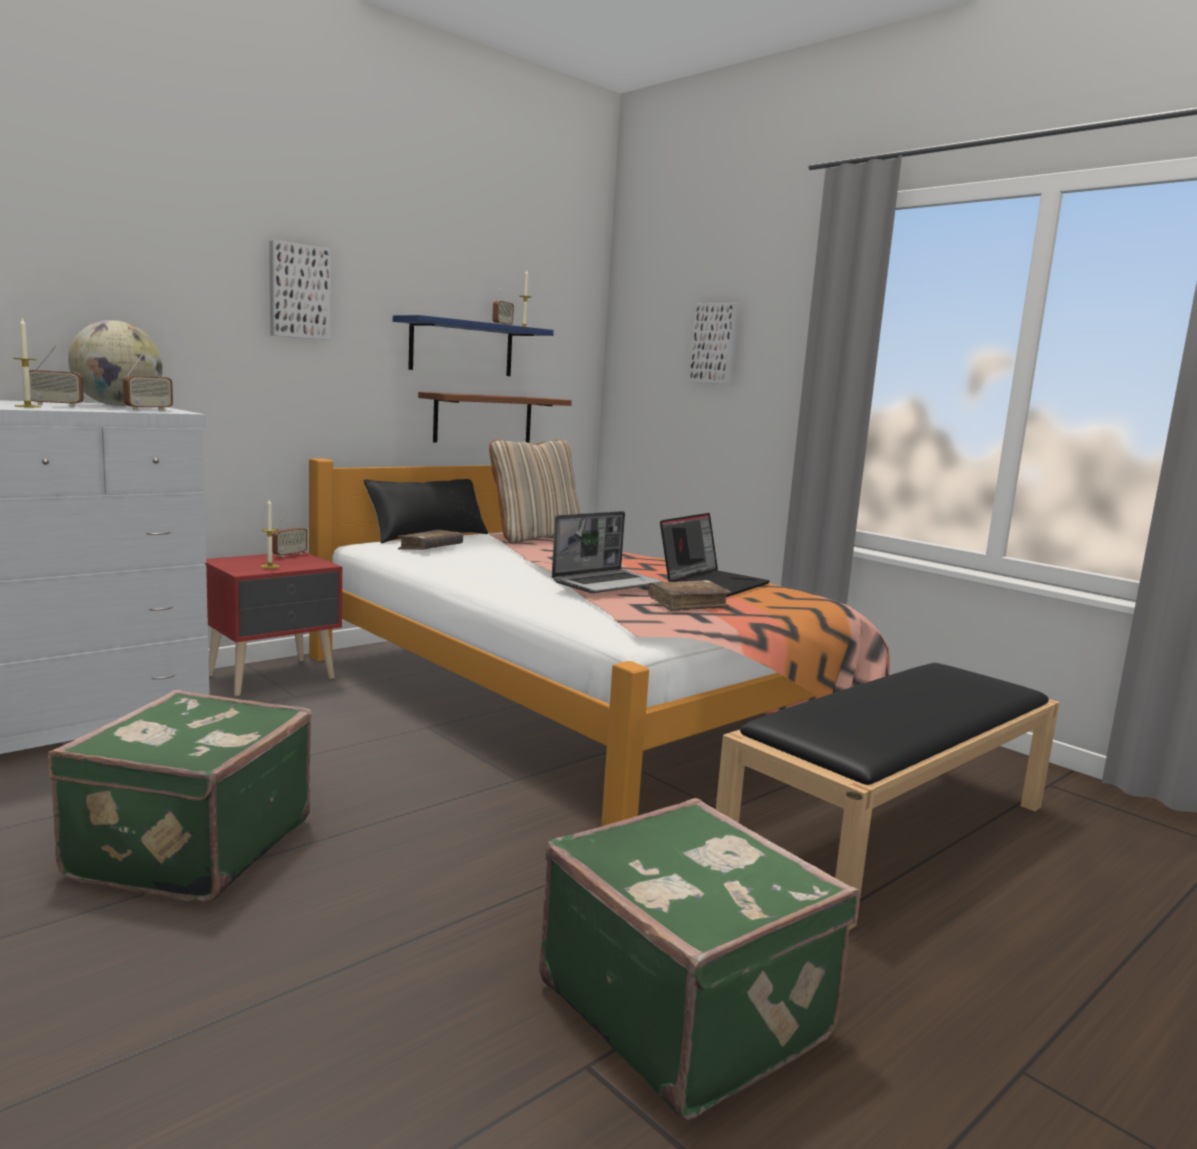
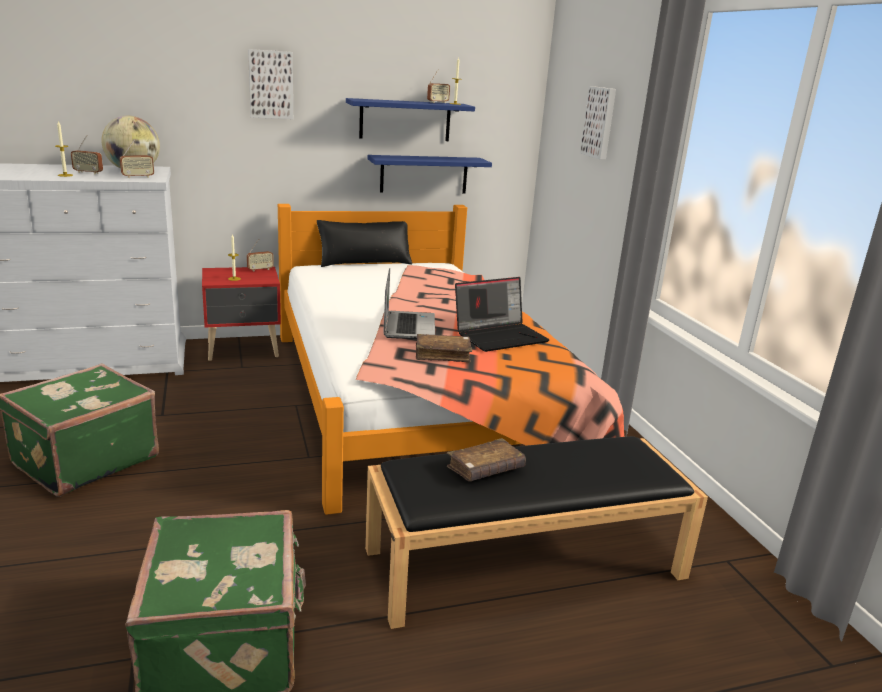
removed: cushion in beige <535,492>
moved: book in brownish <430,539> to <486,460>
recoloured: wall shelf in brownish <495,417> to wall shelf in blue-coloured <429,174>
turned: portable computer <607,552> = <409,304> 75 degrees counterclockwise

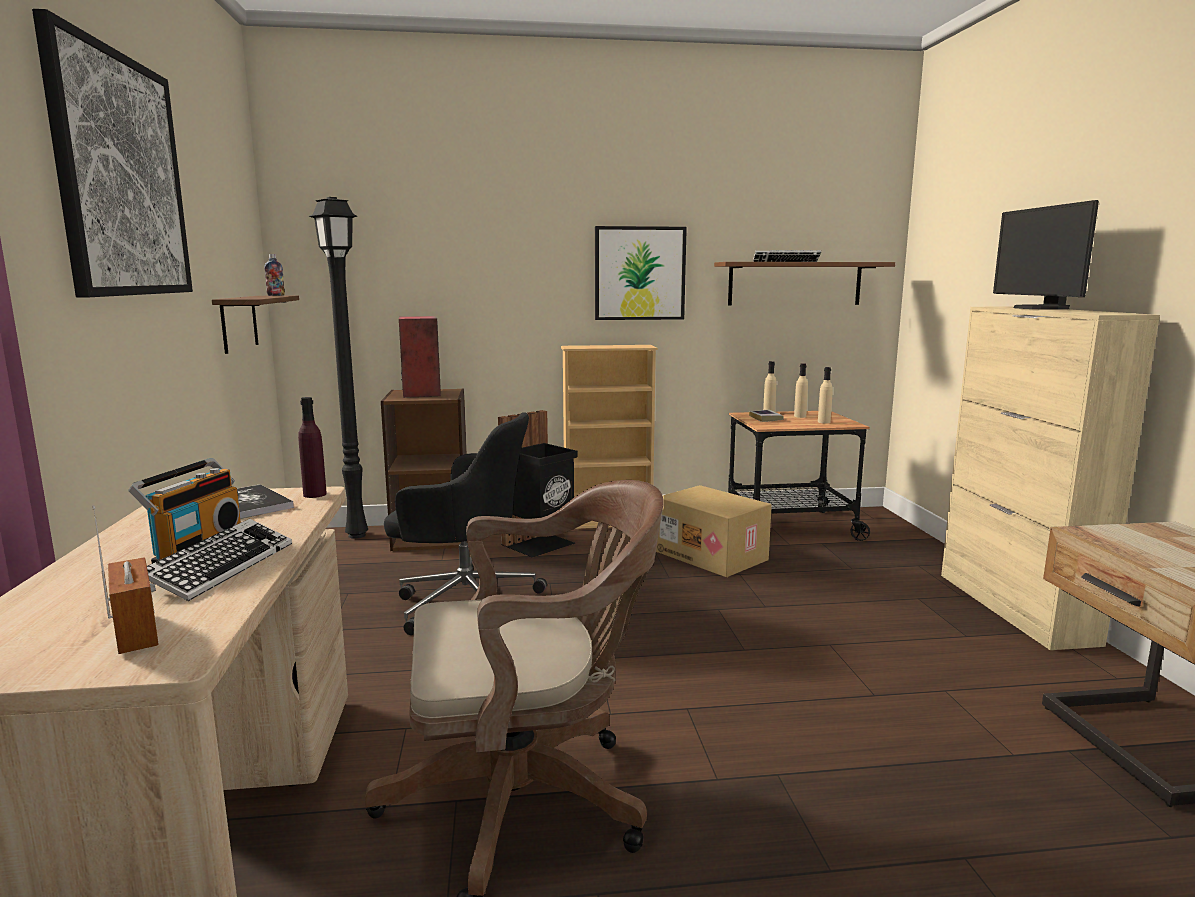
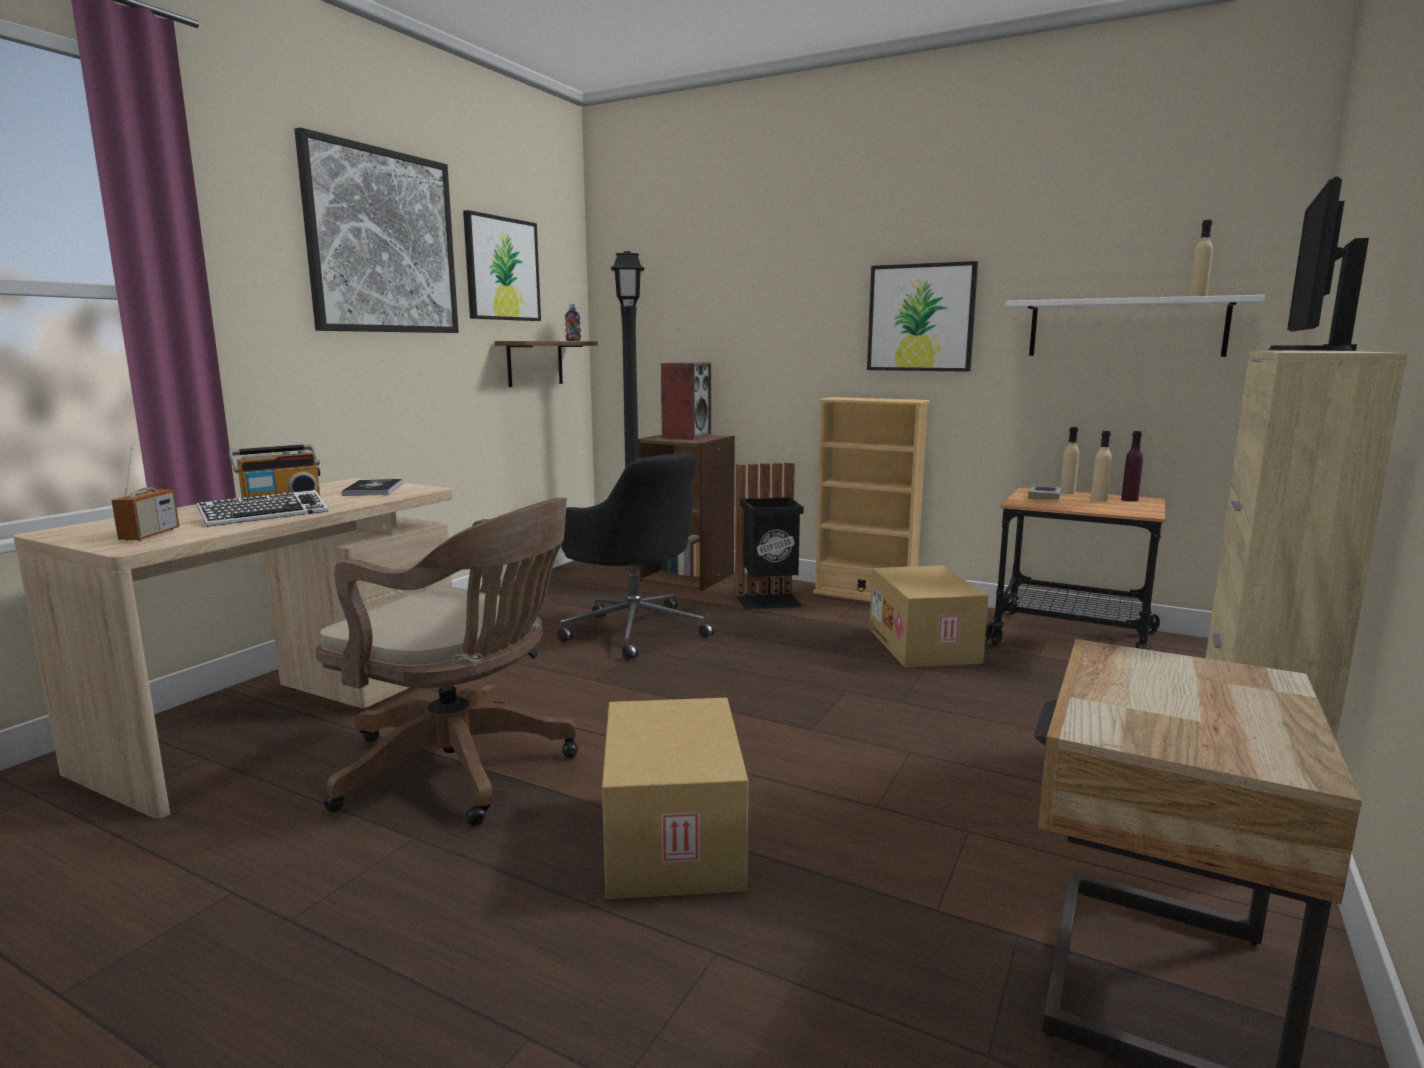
removed: keyboard <787,256>
added: wall art <502,265>; packing box <675,798>
moved: beverage bottle in purplish <312,447> to <1132,466>; beverage bottle in beige <825,395> to <1201,258>
recoloured: wall shelf in brownish <804,283> to wall shelf in whitish <1135,326>

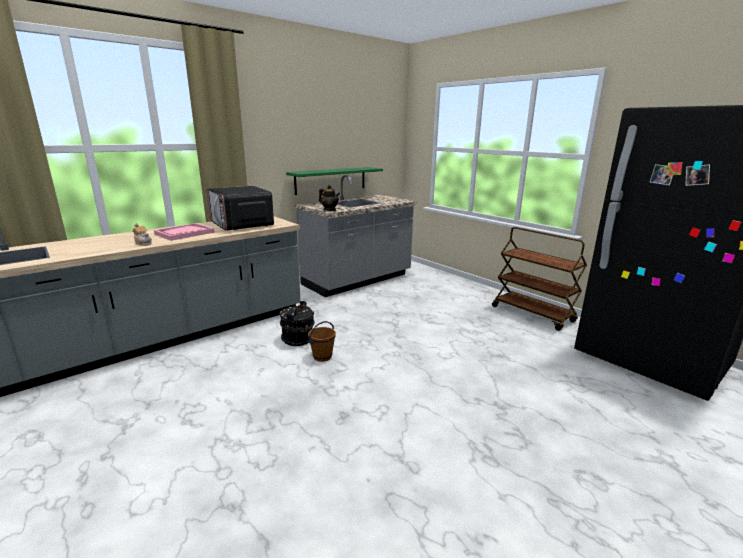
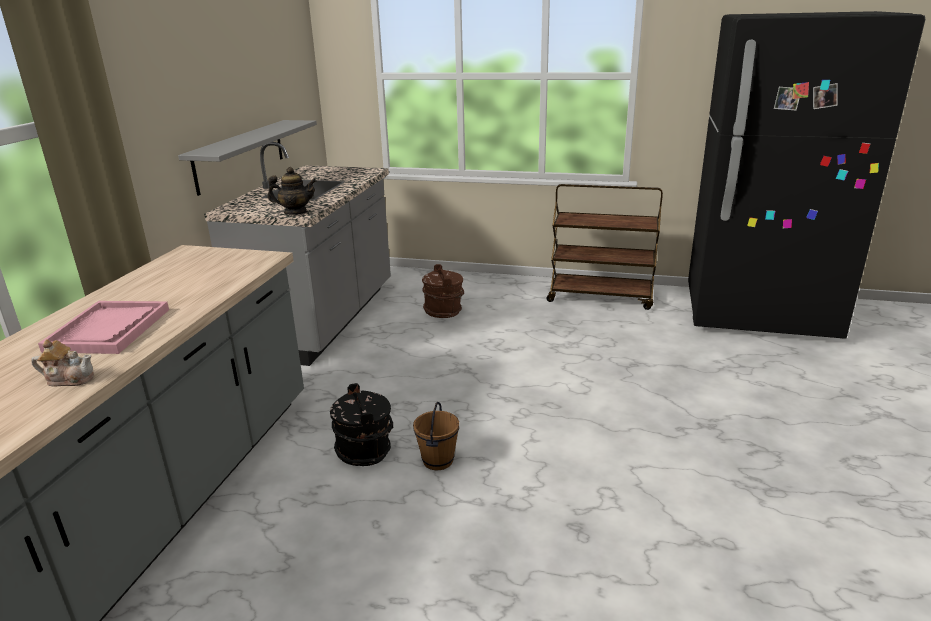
removed: kitchen microwave <240,208>
added: pail in brownish <443,291>
recoloured: wall shelf in green <334,181> to wall shelf in grey <247,158>

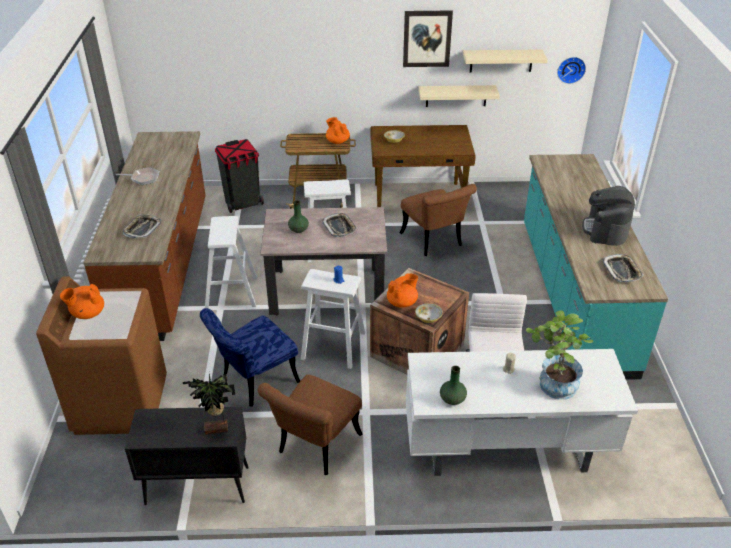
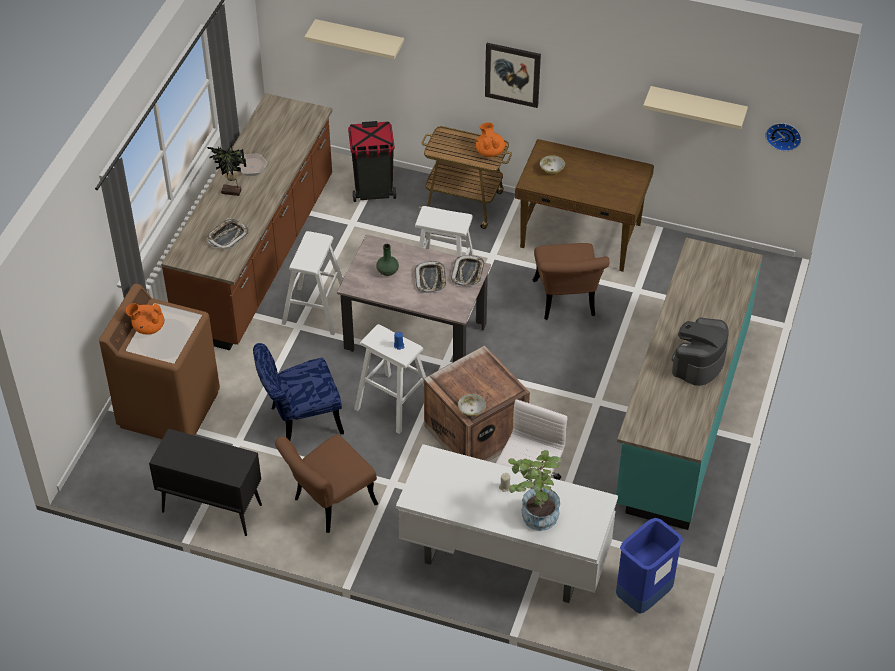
removed: tea pot in orange-coloured <402,290>; flower vase in green <453,385>
added: trash can in blue-coloured <649,566>
moved: plant in a pot <209,404> to <226,170>; wall shelf in beige <459,96> to <354,39>; tray <622,268> to <468,270>; wall art <428,38> to <513,75>

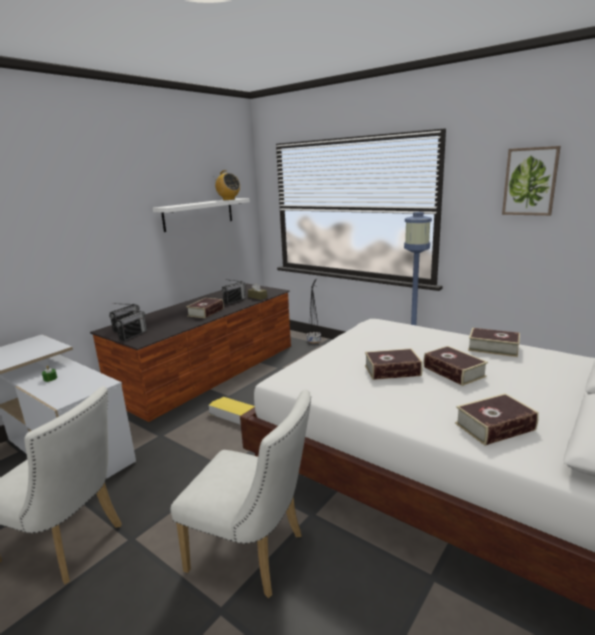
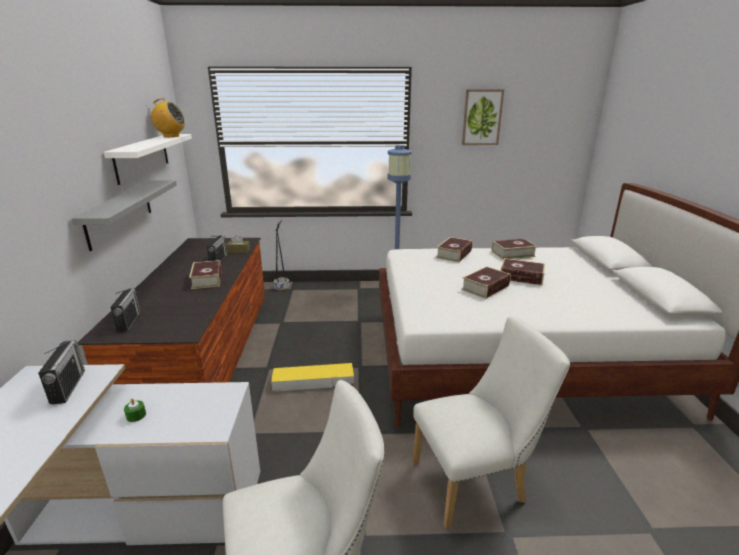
added: wall shelf in grey <124,215>
moved: radio <131,326> to <61,372>; book <497,419> to <454,249>

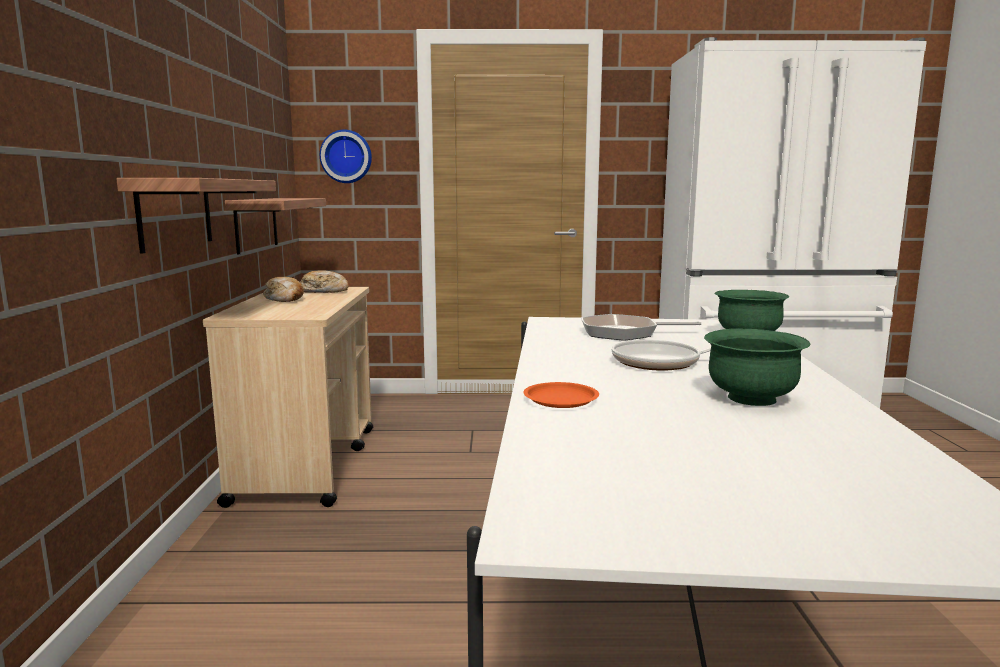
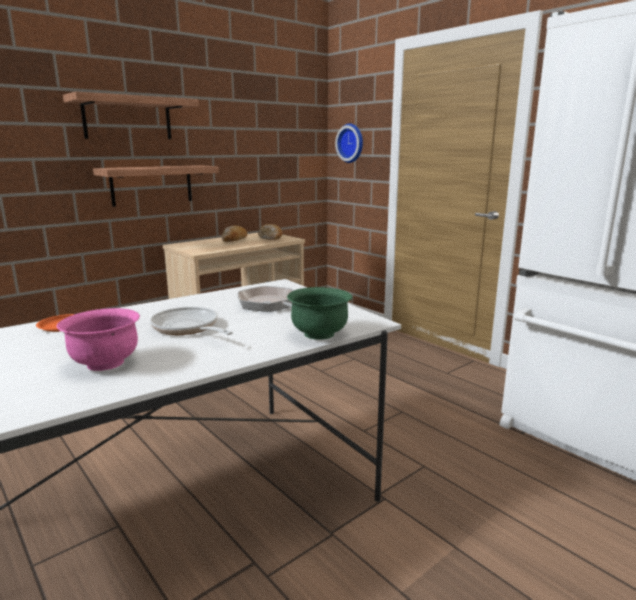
moved: wall shelf <275,226> to <131,115>
recoloured: bowl in green <757,367> to bowl in pinkish <98,339>

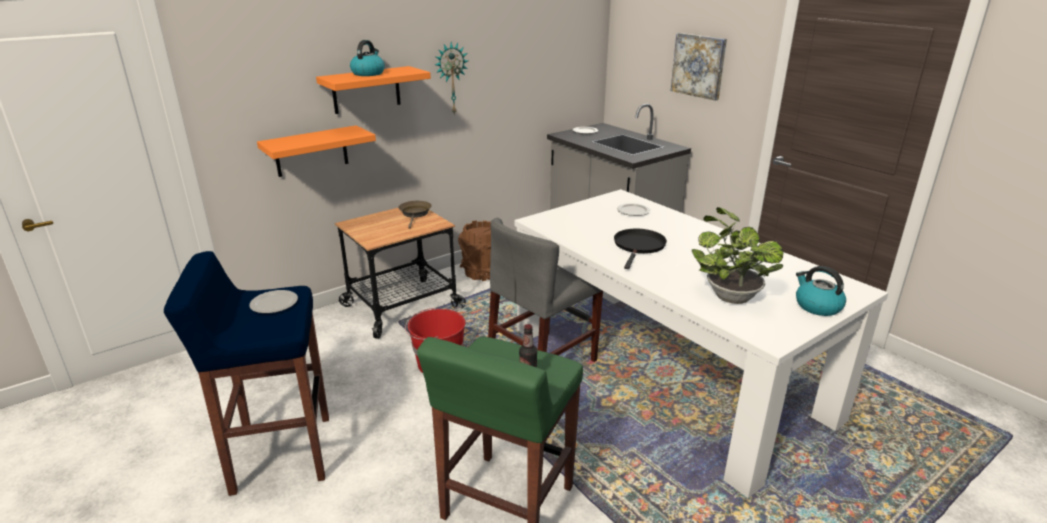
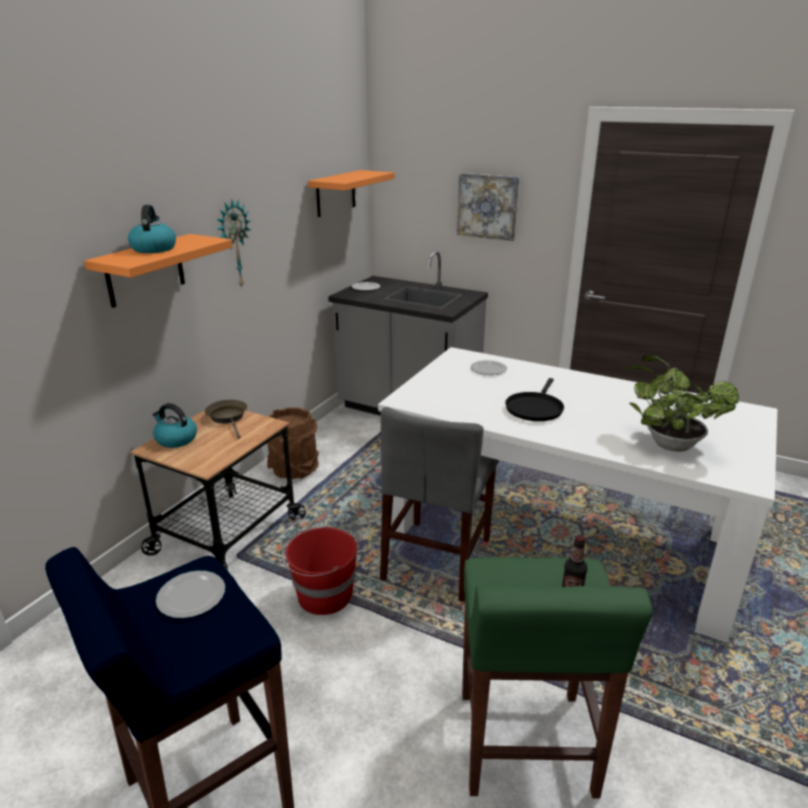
moved: water kettle <821,291> to <174,425>; wall shelf in orange-coloured <316,151> to <351,193>
turned: frying pan in black <640,249> = <534,399> 150 degrees counterclockwise

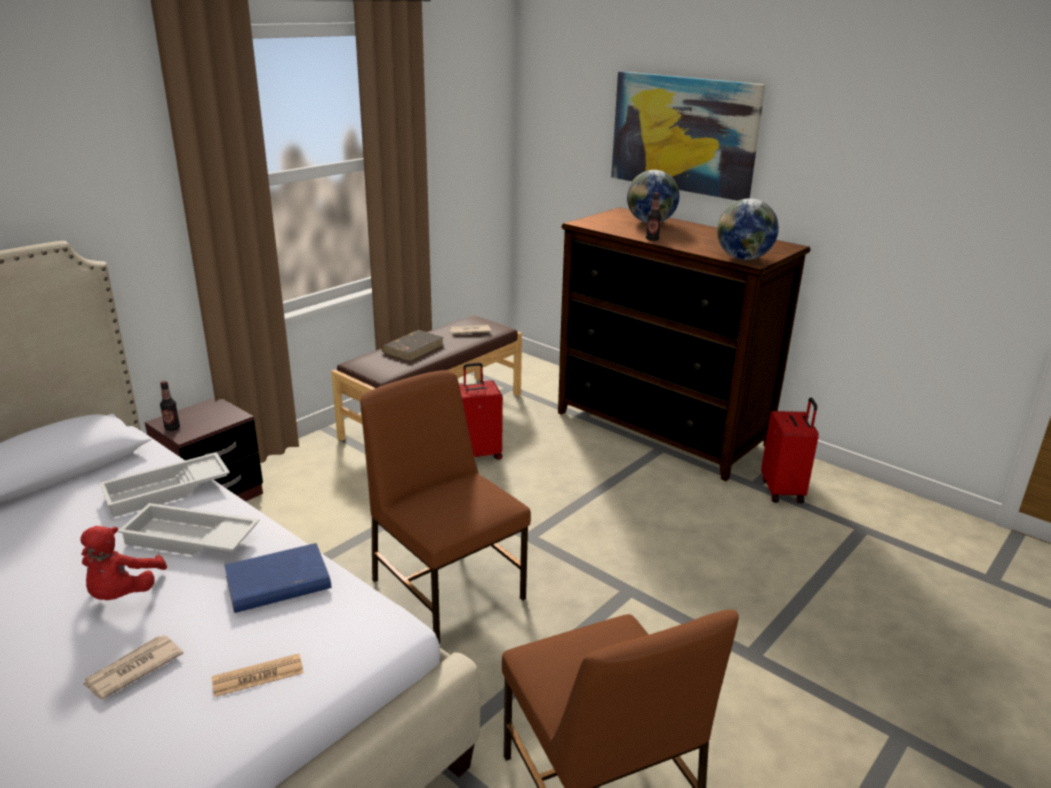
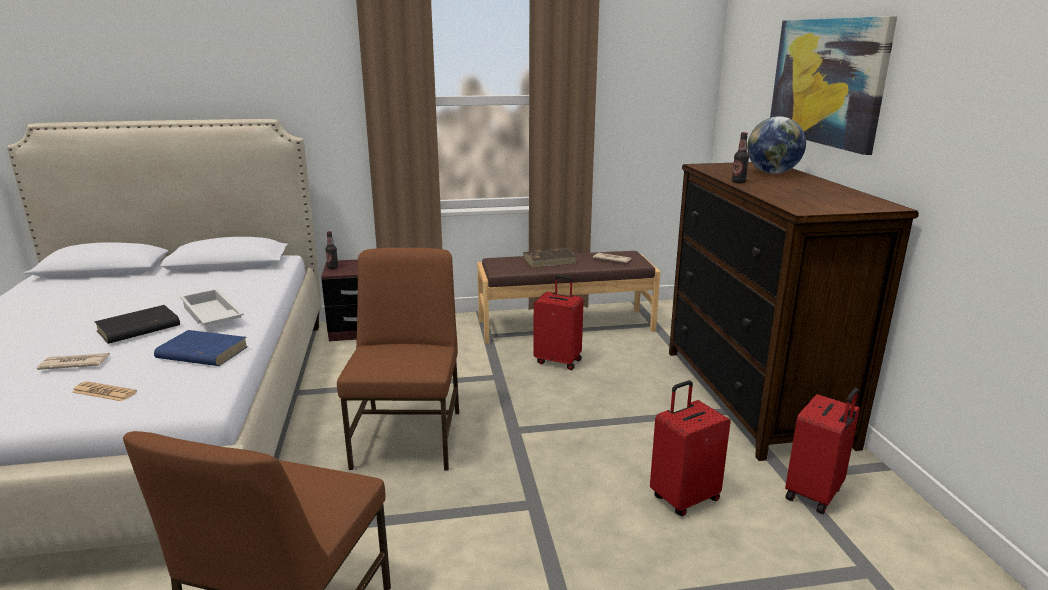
removed: tray in whitish <164,484>; world globe <748,229>
added: travel case in red <690,448>
replaced: soft toy in red <123,563> to book in black <137,324>

